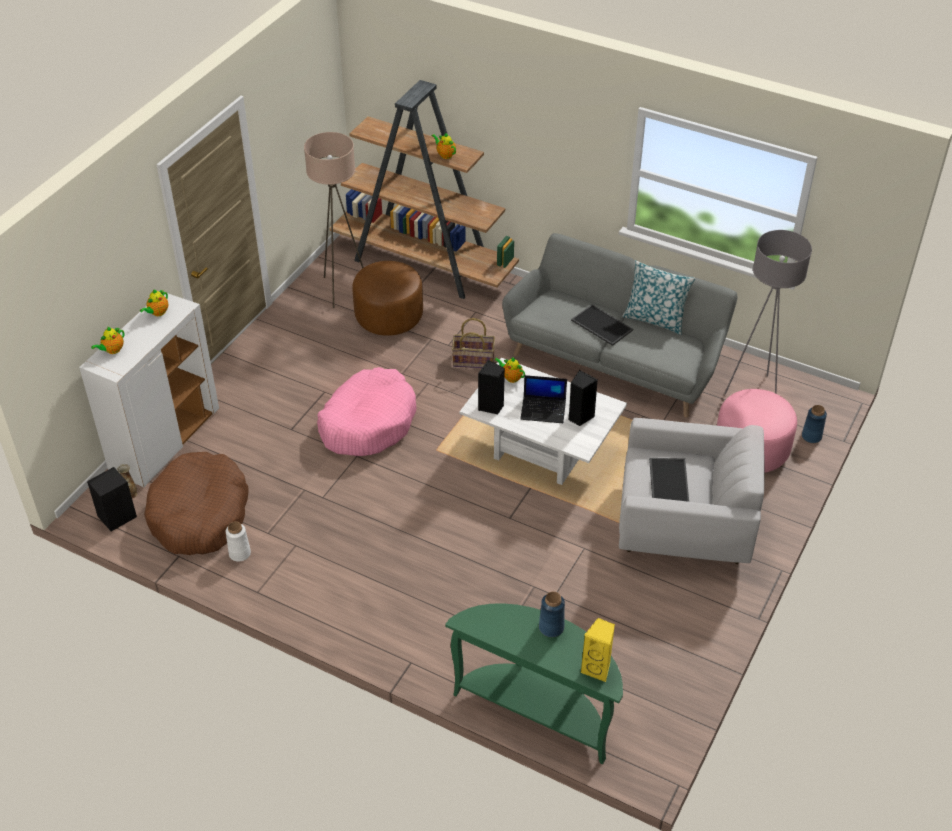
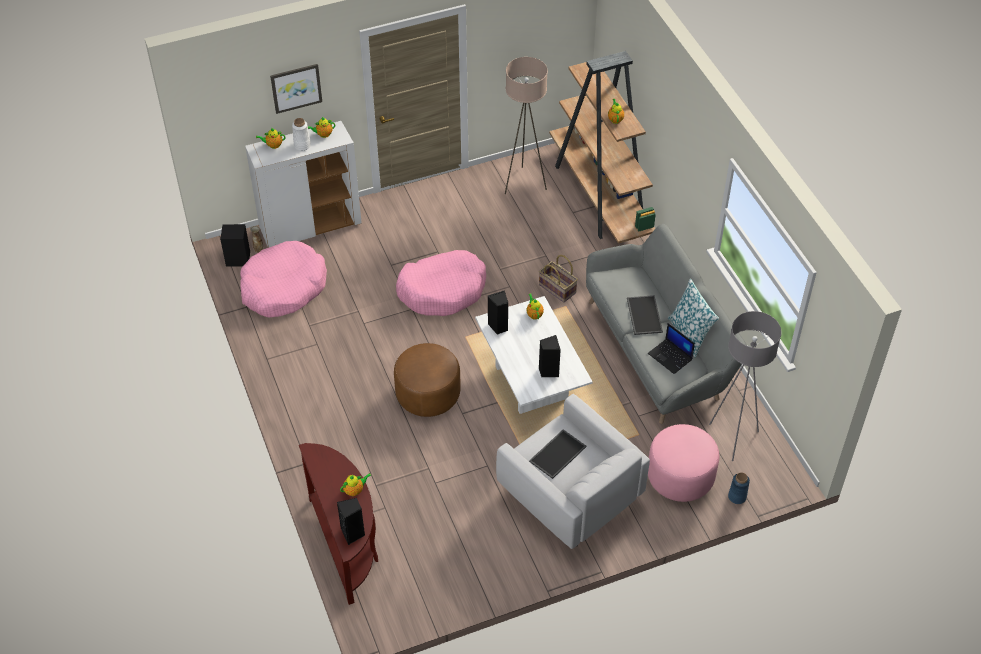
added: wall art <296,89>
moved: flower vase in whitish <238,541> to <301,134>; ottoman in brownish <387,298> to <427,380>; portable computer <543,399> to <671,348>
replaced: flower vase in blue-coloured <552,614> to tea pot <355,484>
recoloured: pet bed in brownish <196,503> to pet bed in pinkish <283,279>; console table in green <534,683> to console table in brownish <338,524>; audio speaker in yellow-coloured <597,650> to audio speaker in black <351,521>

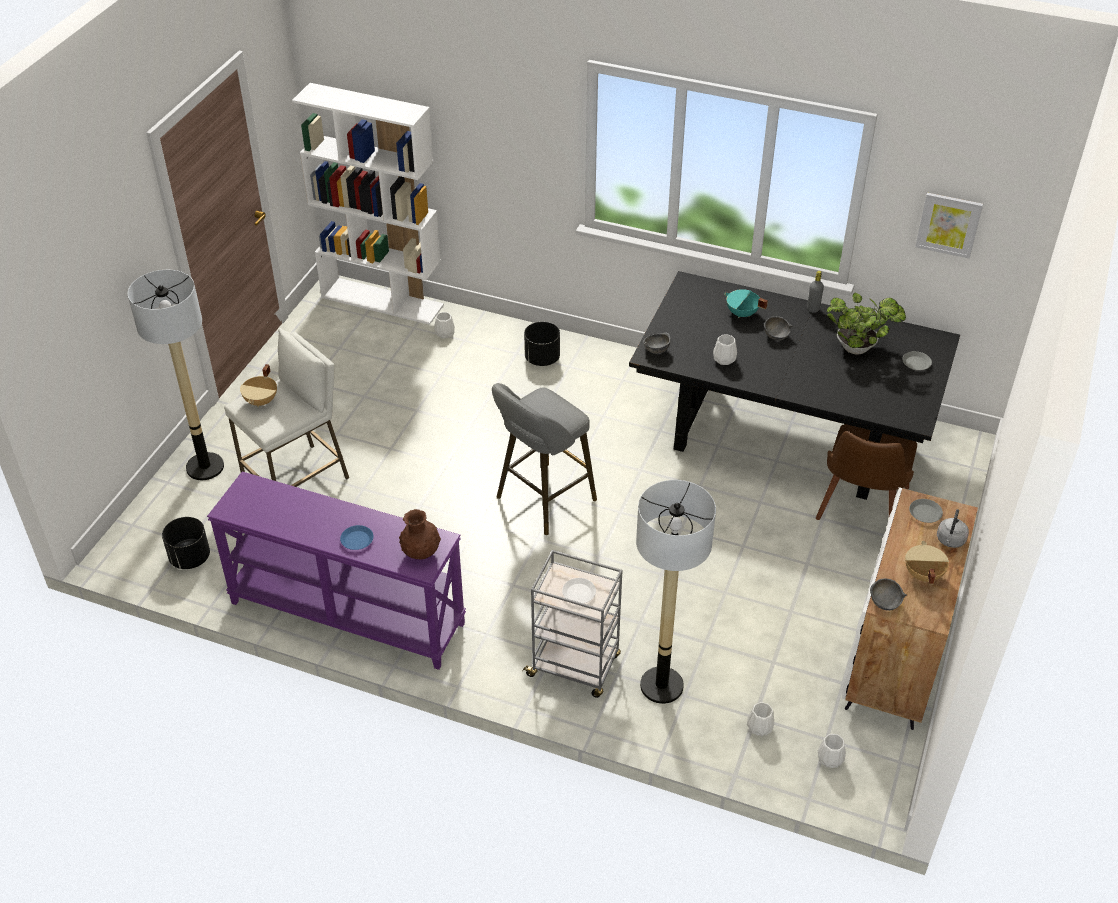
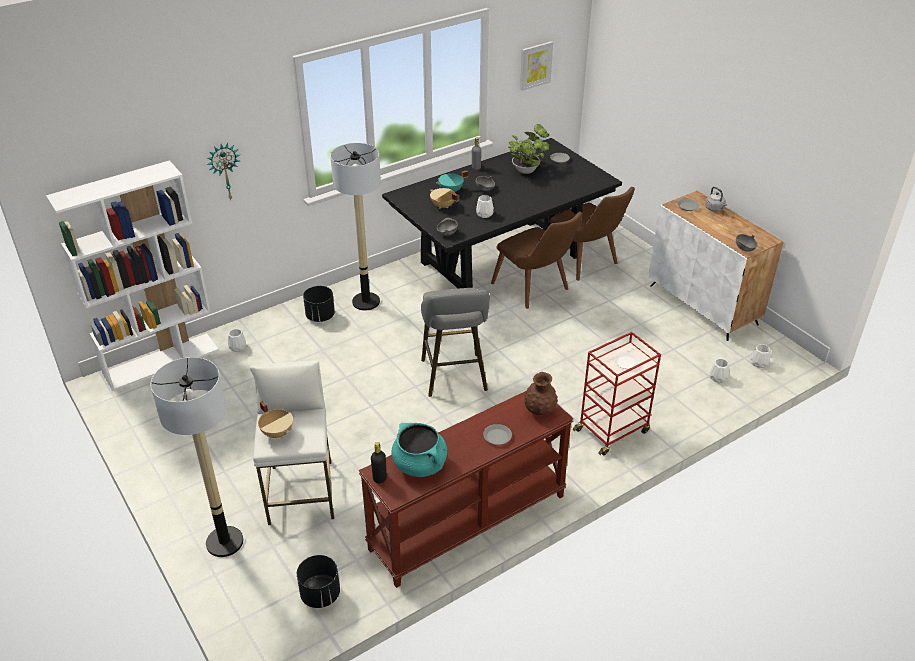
added: clock on the wall <223,171>; beverage bottle in black <379,462>; saucepot in turquoise-coloured <419,450>; upright chair in brownish <537,260>
moved: standing lamp <676,592> to <355,226>; saucepot in beige <927,562> to <444,198>
recoloured: console table in purplish <336,570> to console table in brownish <466,489>; dinner plate in blue-coloured <356,537> to dinner plate in grey <497,434>; cart in grey <573,624> to cart in red <617,393>

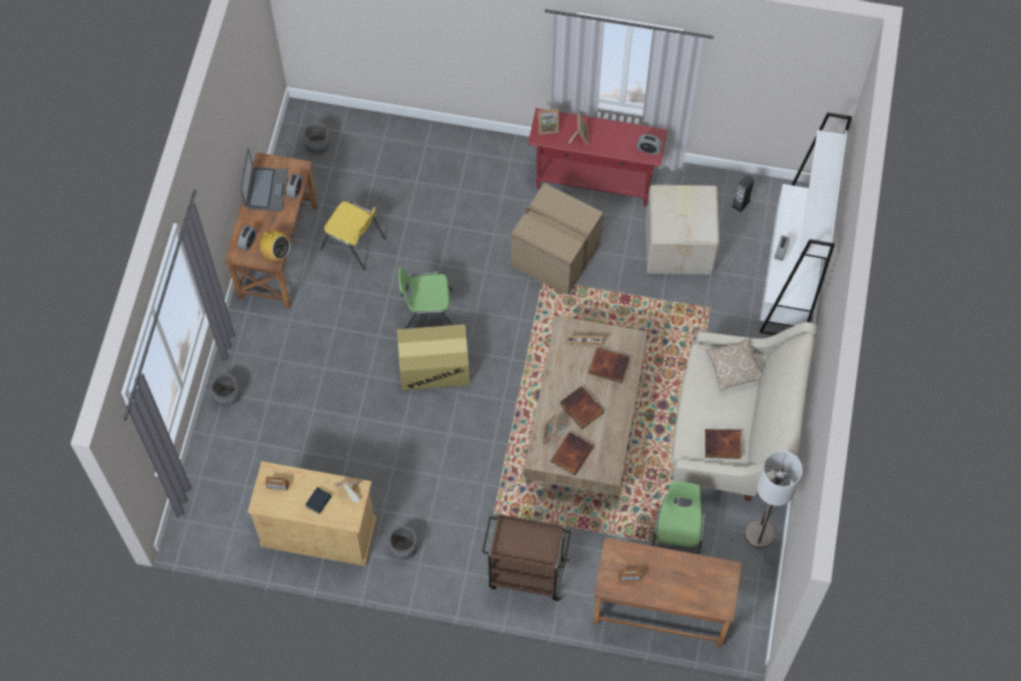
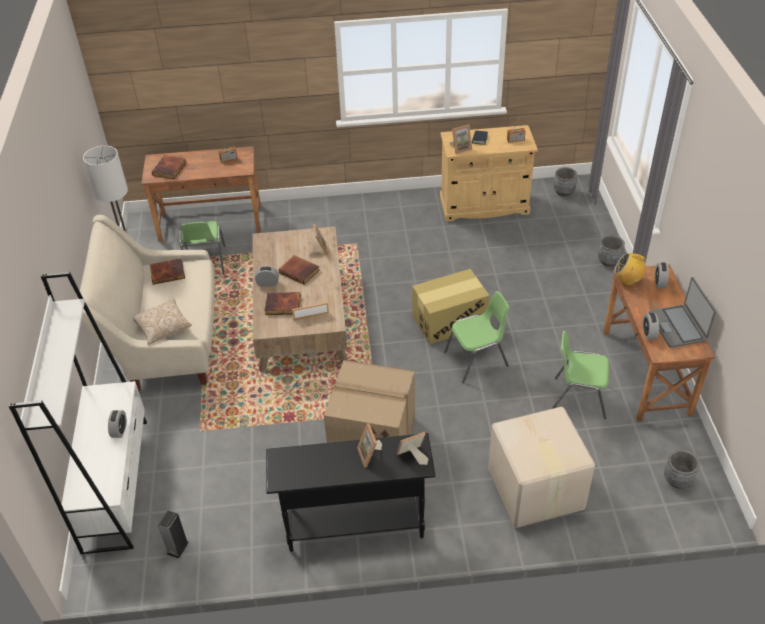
removed: cart in brownish <527,557>
moved: book <572,454> to <169,167>; bedside clock <649,144> to <267,276>; packing box <682,229> to <541,467>; flower pot in grey <403,543> to <565,182>
recoloured: console table in red <597,157> to console table in black <351,492>; upright chair in yellow-coloured <353,235> to upright chair in green <580,375>

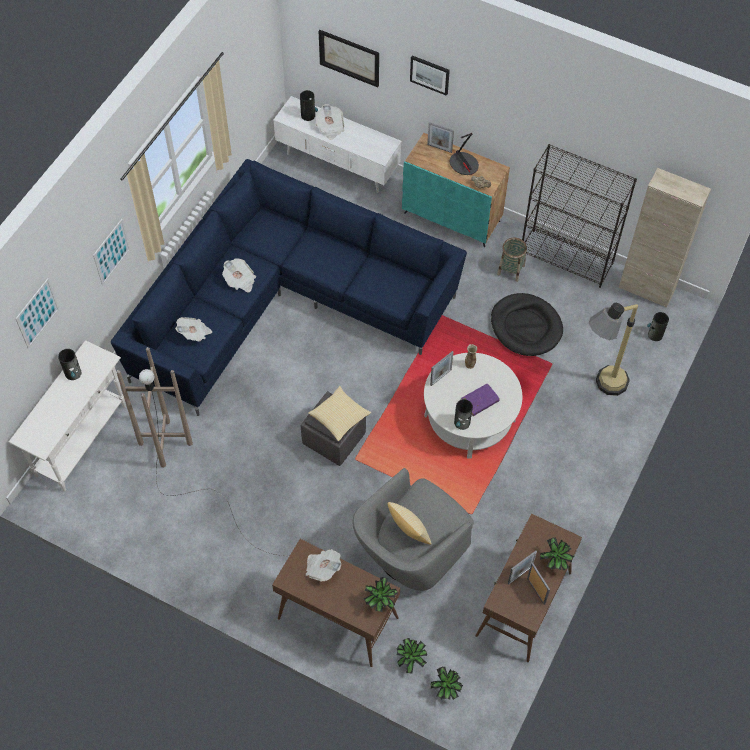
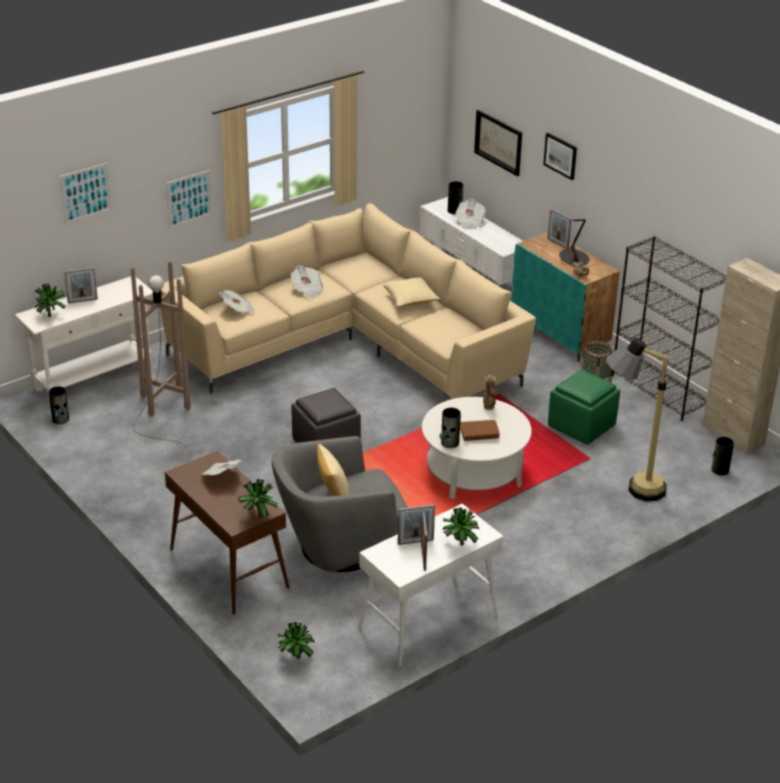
moved: plant in a pot <411,655> to <50,300>; flower vase <69,364> to <59,405>; picture frame <442,368> to <81,285>; cushion <339,413> to <411,292>
replaced: pet bed in black <527,324> to ottoman in green <584,407>
recoloured: settee in blue-coloured <289,287> to settee in beige <348,301>; console table in brownish <528,587> to console table in whitish <431,585>; book in purplish <480,400> to book in brownish <480,430>

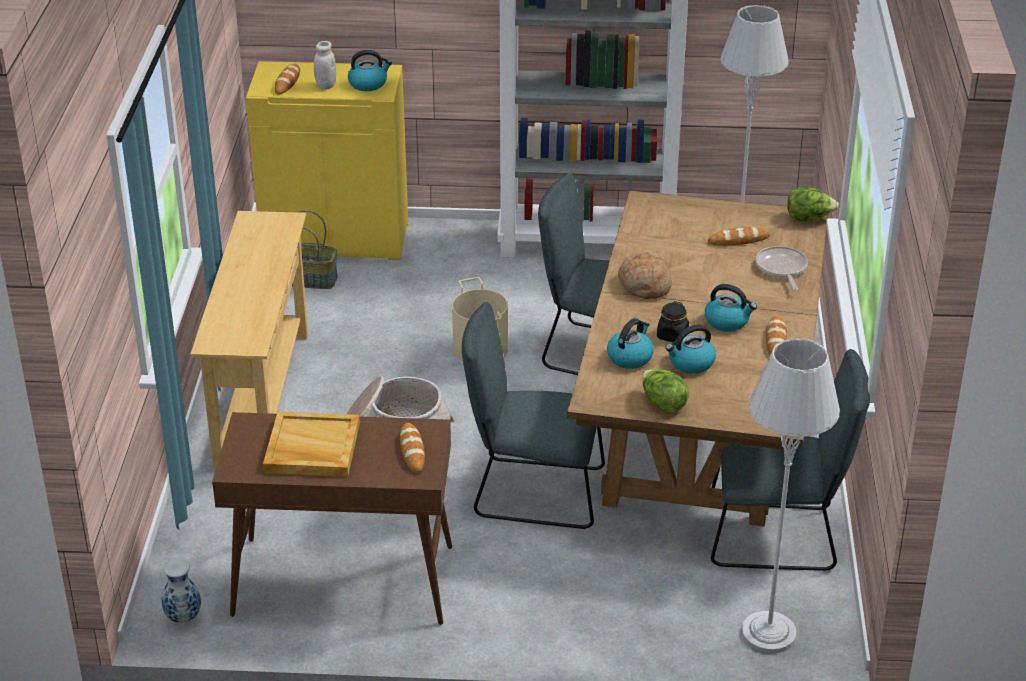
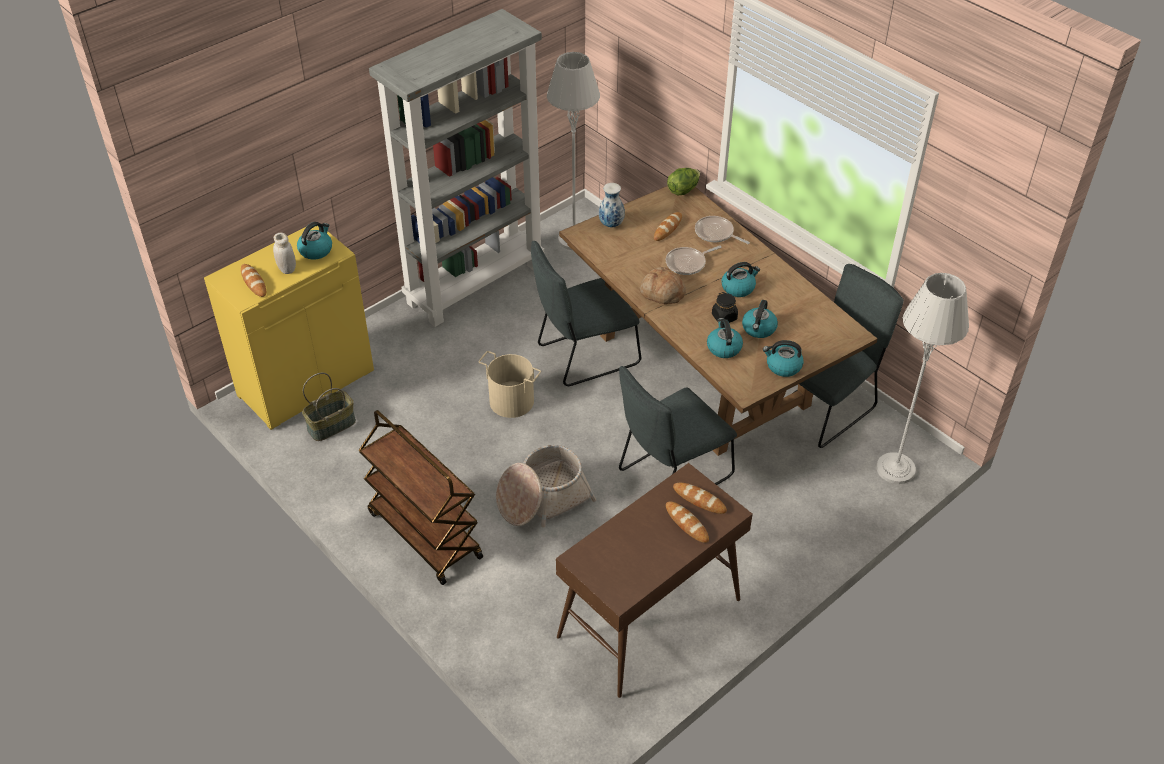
removed: tray in beige <311,444>
added: frying pan <693,260>
moved: flower vase <181,591> to <612,205>; bakery bread <776,335> to <687,522>
replaced: console table in beige <249,341> to cart in brownish <421,497>; head of lettuce <665,391> to water kettle <783,358>

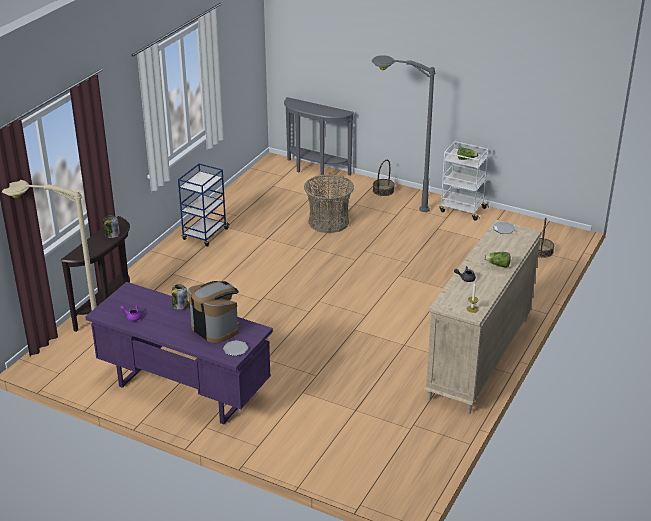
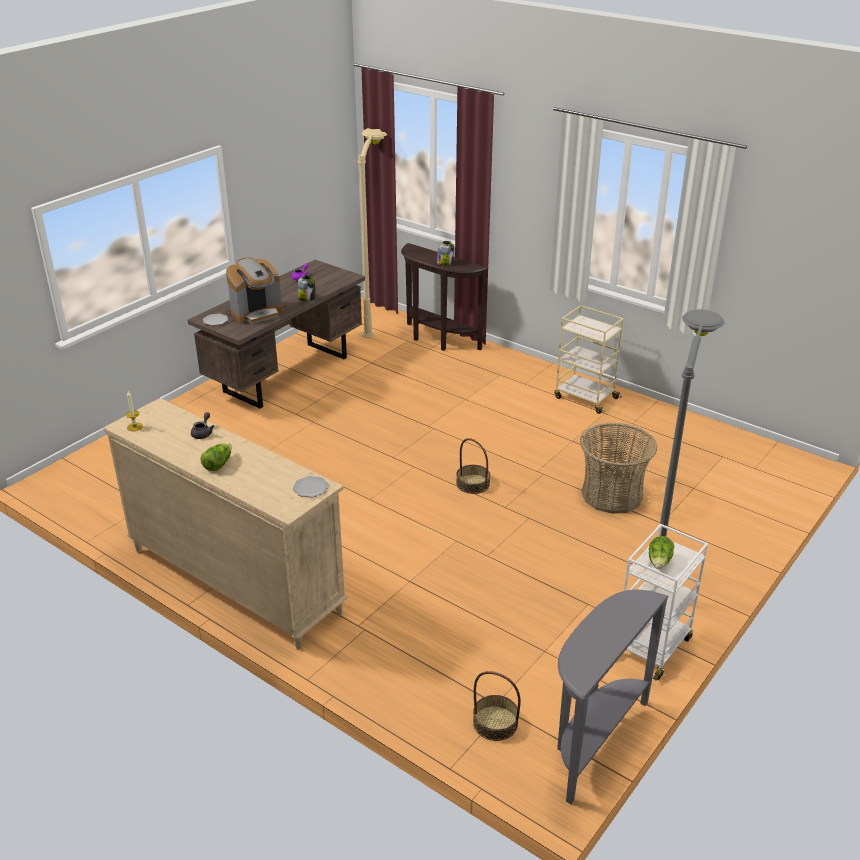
moved: storage basket <384,178> to <473,466>; console table in grey <319,136> to <613,697>
recoloured: desk unit in purplish <179,353> to desk unit in brownish <276,334>; cart in blue-coloured <204,205> to cart in beige <589,359>

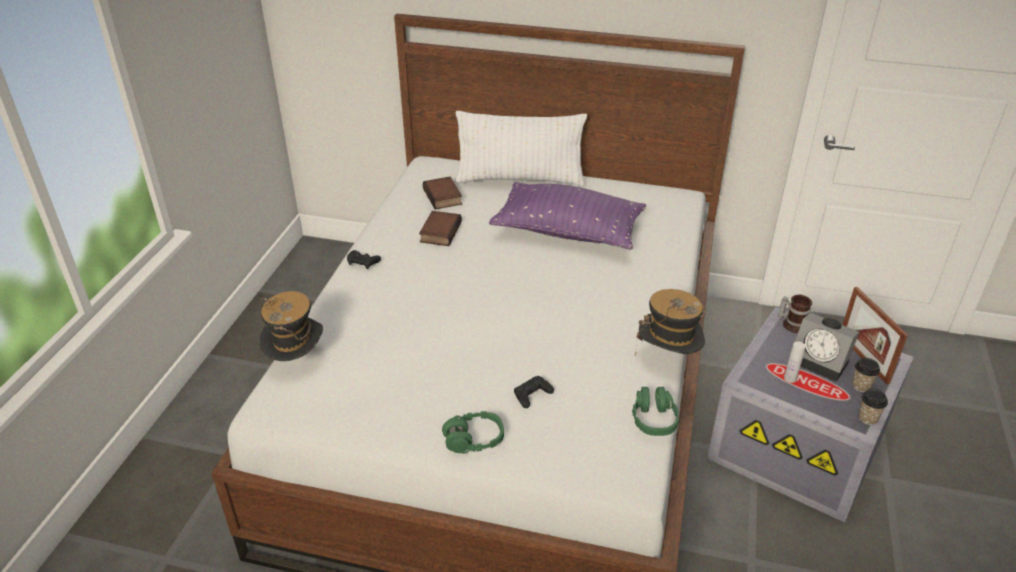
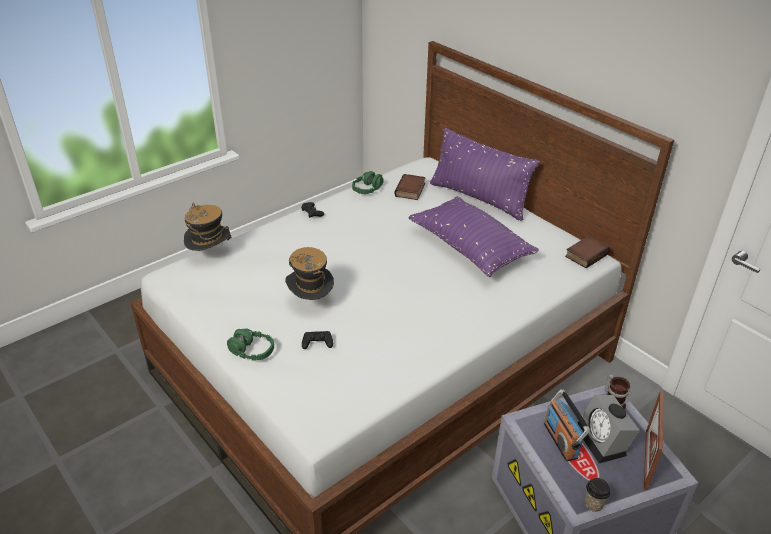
removed: cup <866,375>
moved: clothing hat <671,322> to <309,273>; pair of headphones in green <655,411> to <368,182>; book <440,228> to <587,252>
replaced: beverage bottle in whitish <795,362> to radio <567,425>
recoloured: cushion in whitish <521,149> to cushion in purplish <484,174>

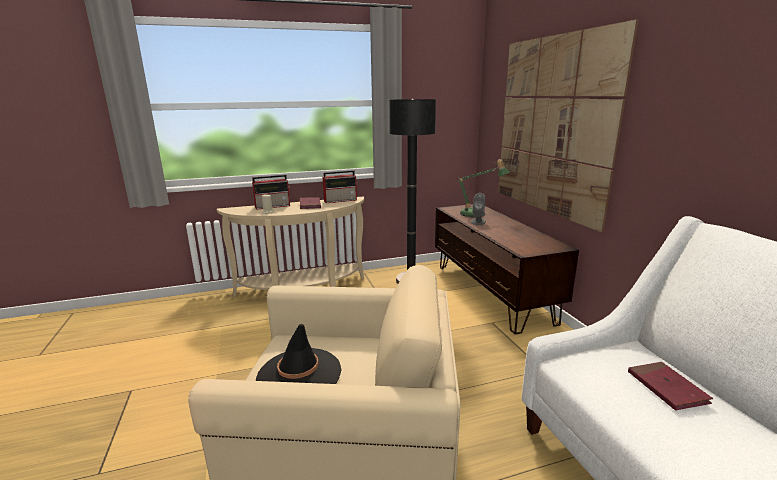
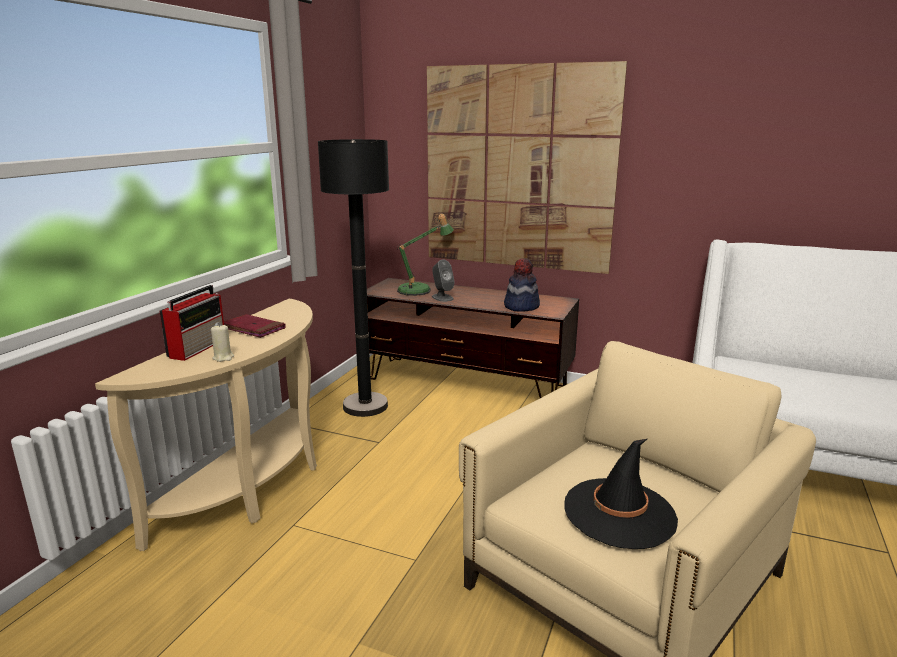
removed: radio <339,186>; book in red <670,386>
added: clothing hat <522,285>

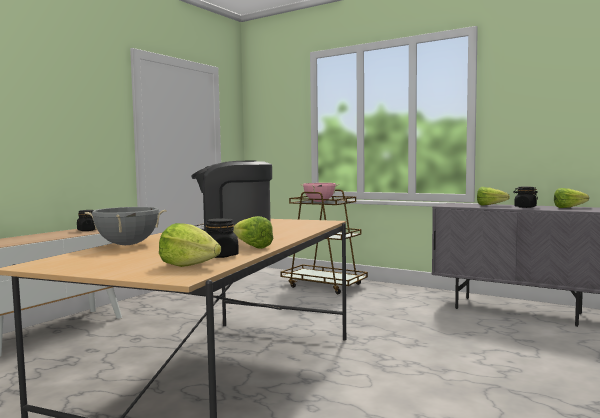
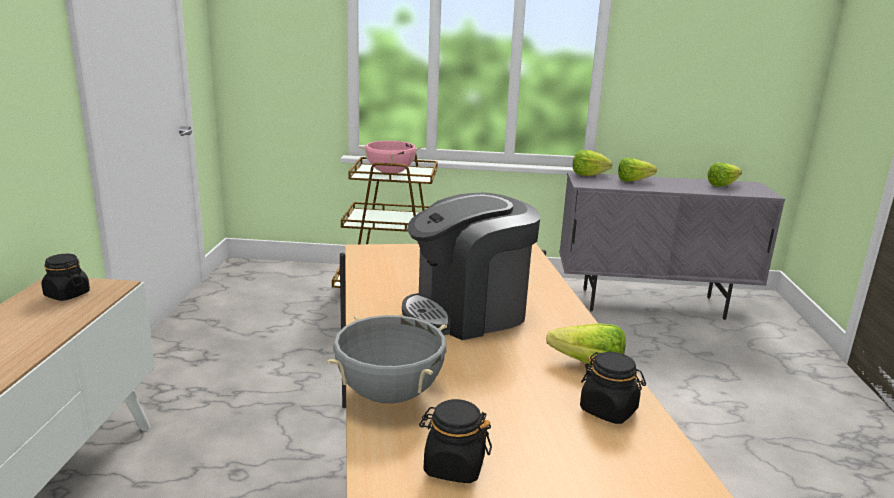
moved: preserve jar in black <525,197> to <455,441>; head of lettuce <190,245> to <592,163>

